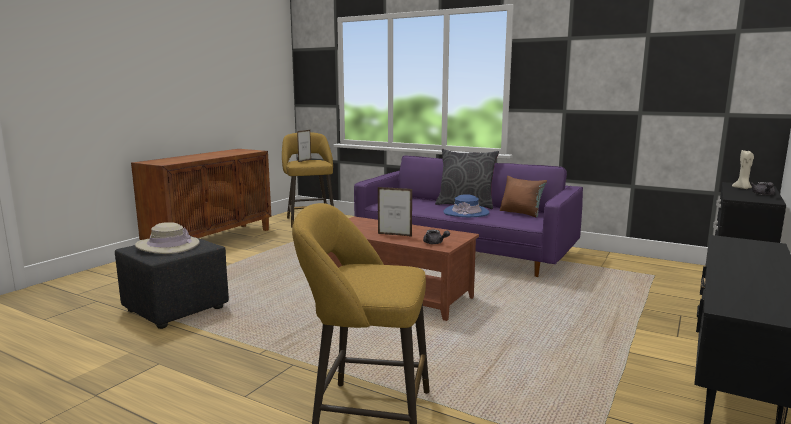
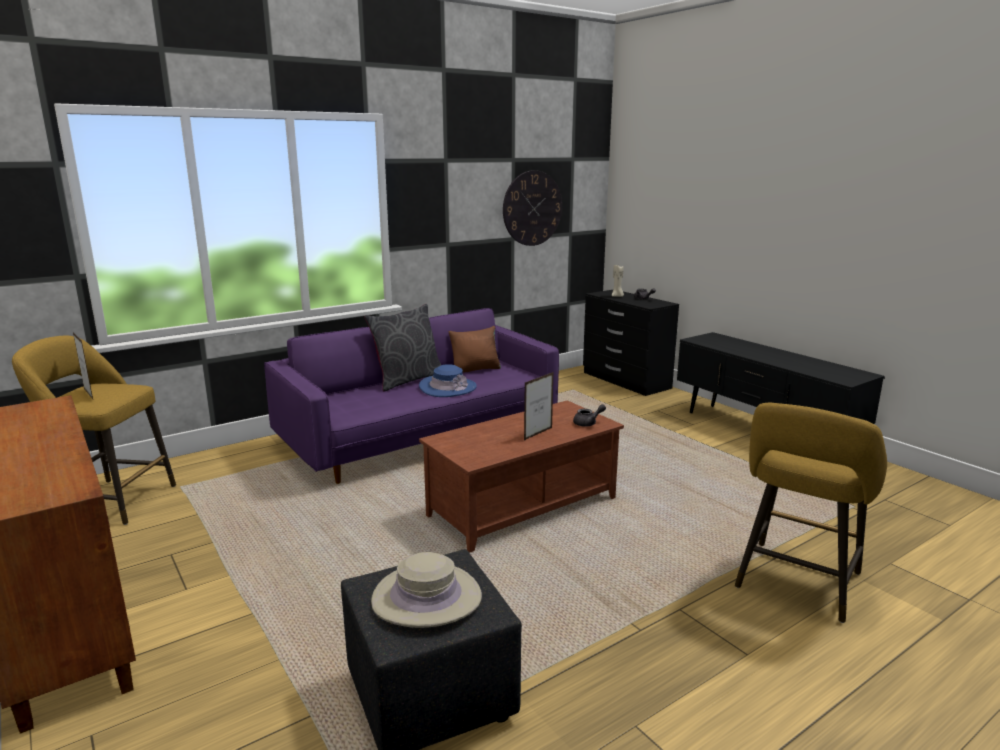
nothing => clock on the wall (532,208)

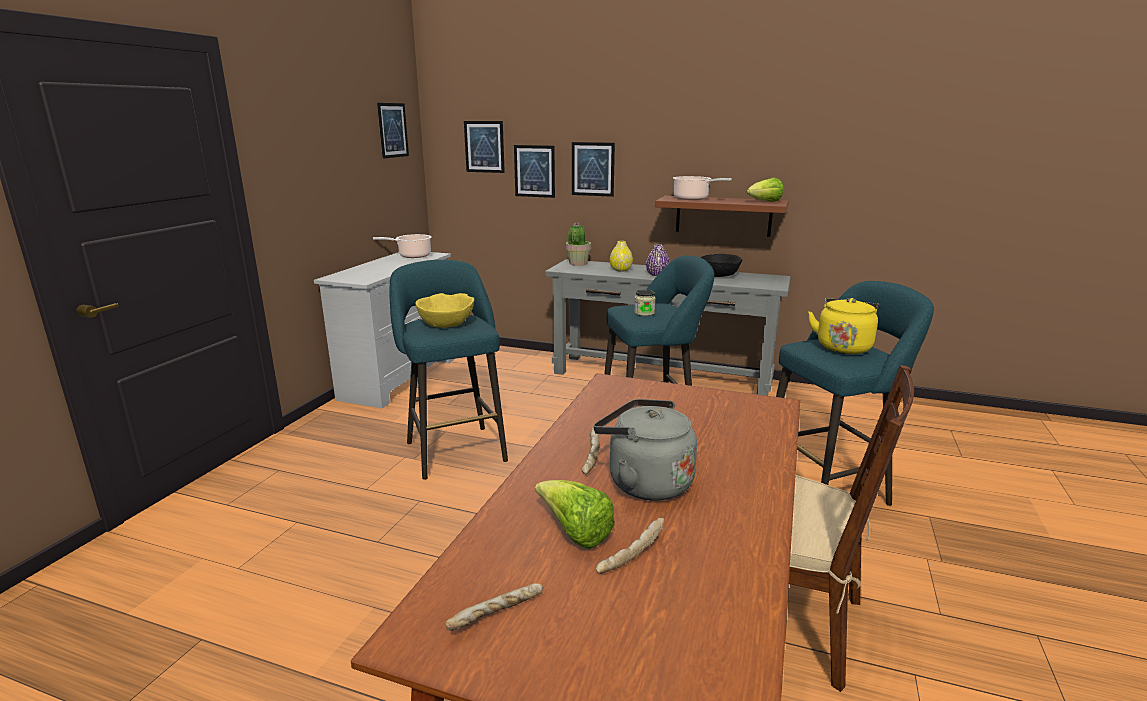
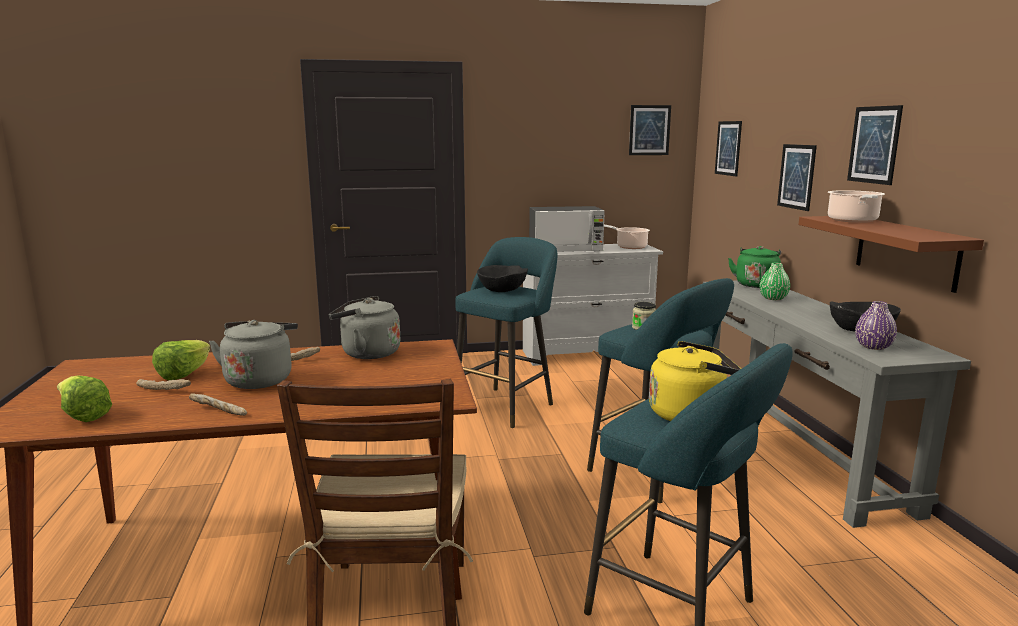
picture (534,171) => picture (874,145), relocated
head of lettuce (765,202) => head of lettuce (83,416), relocated
plant in a pot (578,263) => green water kettle (756,284)
yellowish vase (620,270) => green vase (773,298)
purple-coloured vase (657,274) => purple-coloured vase (873,347), relocated
yellowish serving bowl (446,323) => black-coloured serving bowl (502,289)
bakery bread (497,615) => bakery bread (218,411), relocated
nothing => microwave (566,250)
nothing => gray water kettle (367,353)

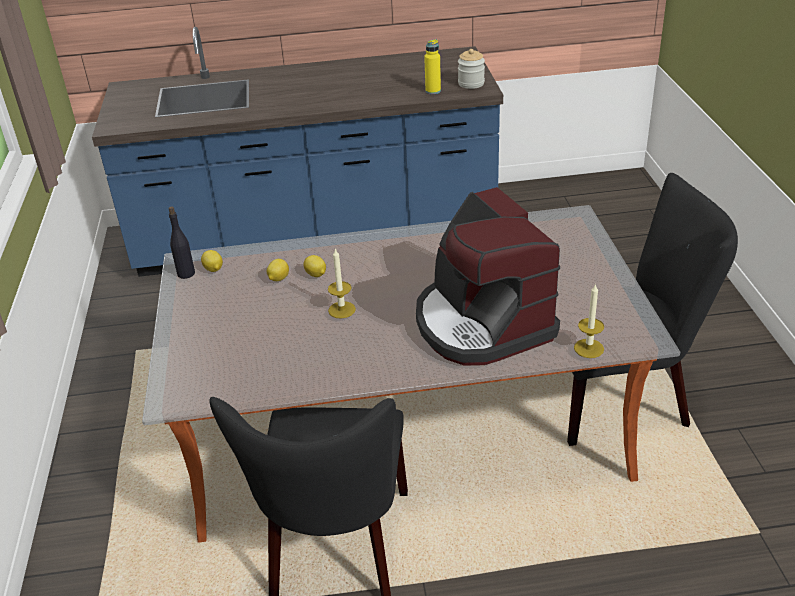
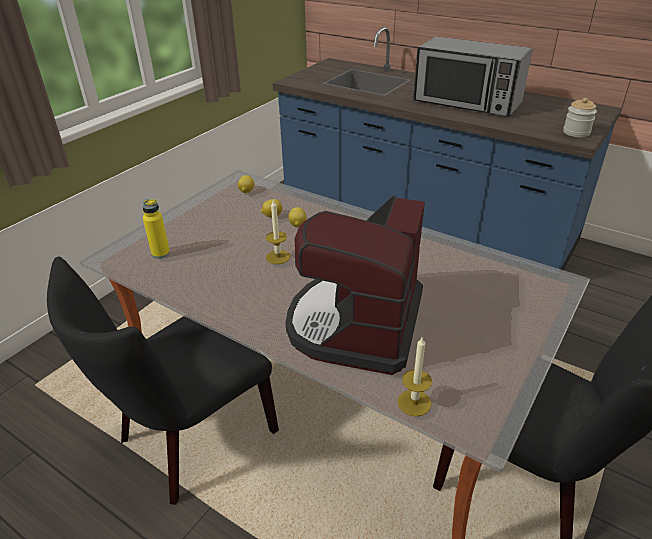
yellowish drink bottle (433,91) => yellowish drink bottle (160,253), relocated
black-coloured drink bottle (186,273) => nothing
nothing => microwave (467,102)

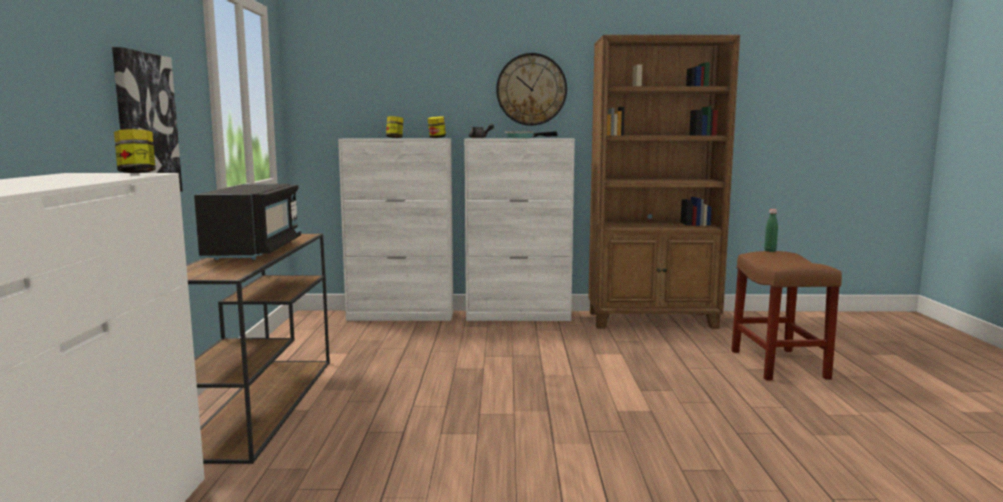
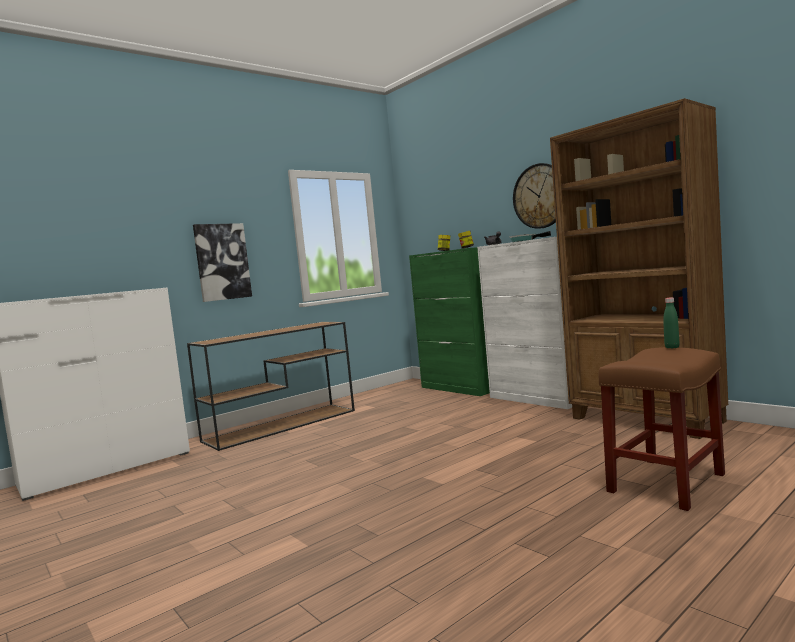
storage jar (137,173) => nothing
whitish cabinet (401,316) => green cabinet (458,389)
black-coloured microwave (254,251) => nothing

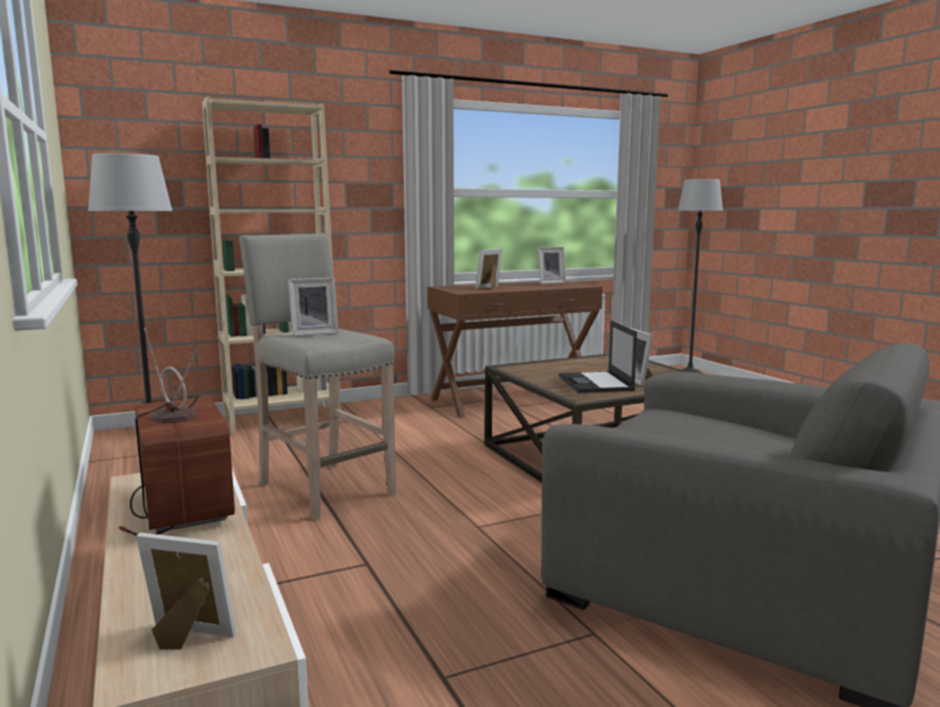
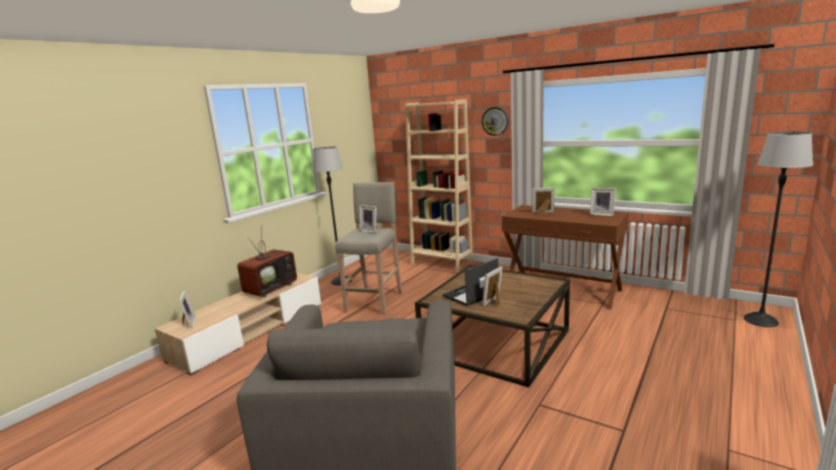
nothing => clock on the wall (495,121)

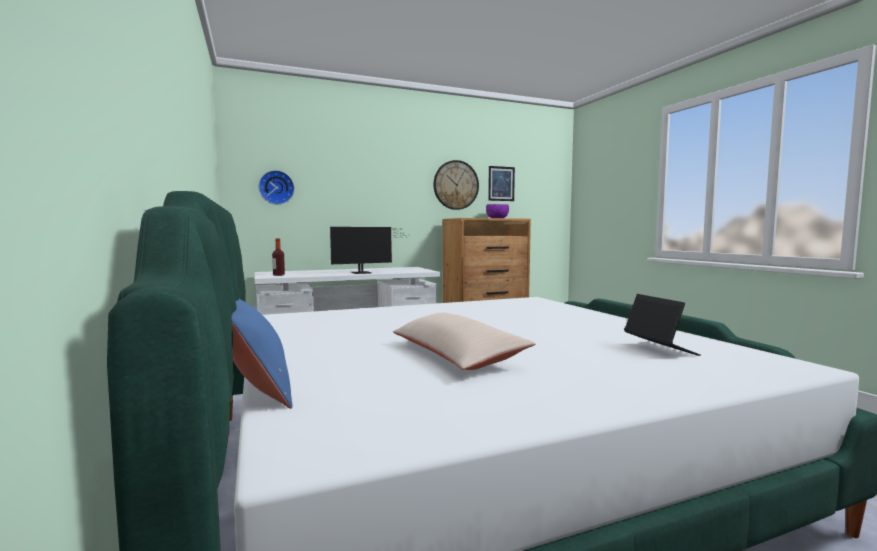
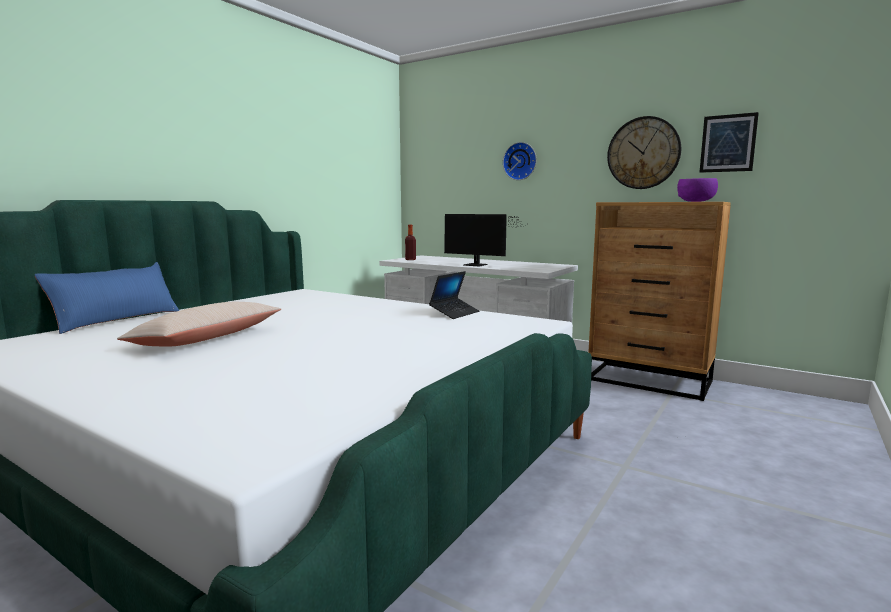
clock on the wall (276,187) => clock on the wall (520,161), relocated
portable computer (659,349) => portable computer (454,313), relocated

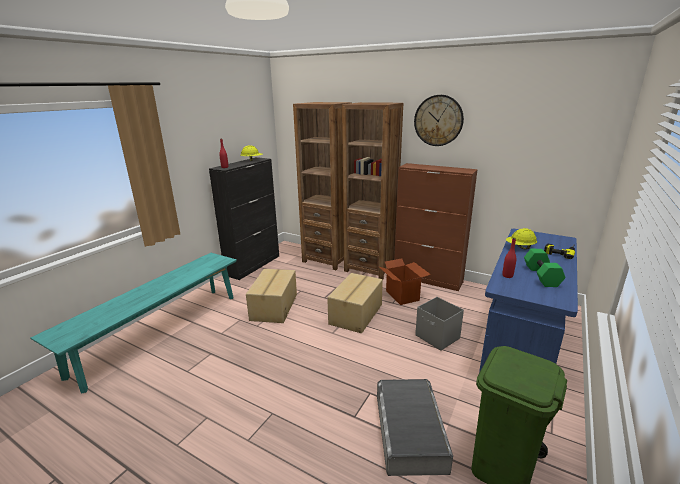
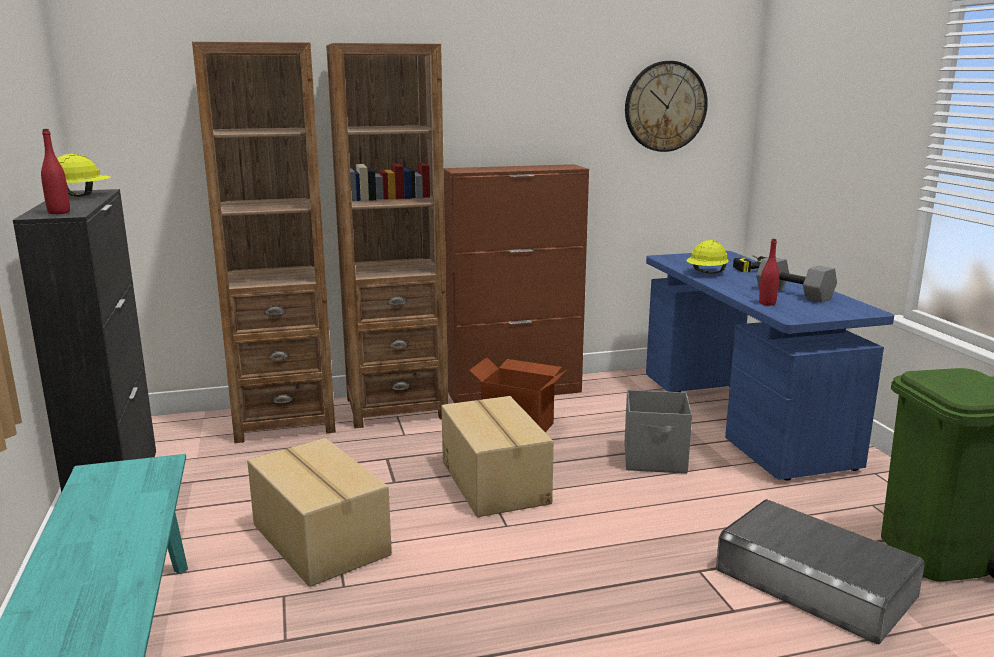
clock on the wall (438,120) => clock on the wall (665,106), relocated
green free weight (540,275) => gray free weight (792,294)

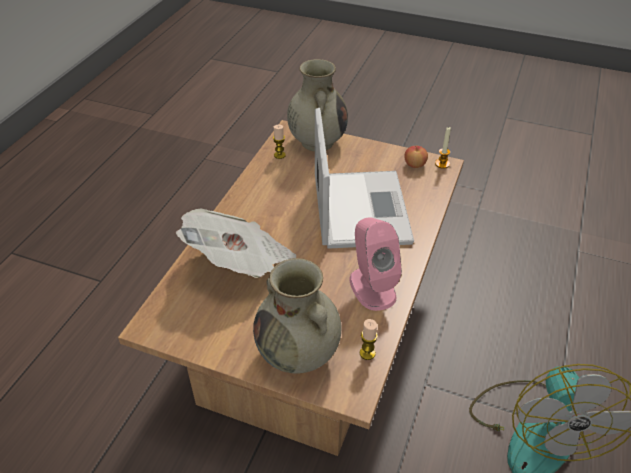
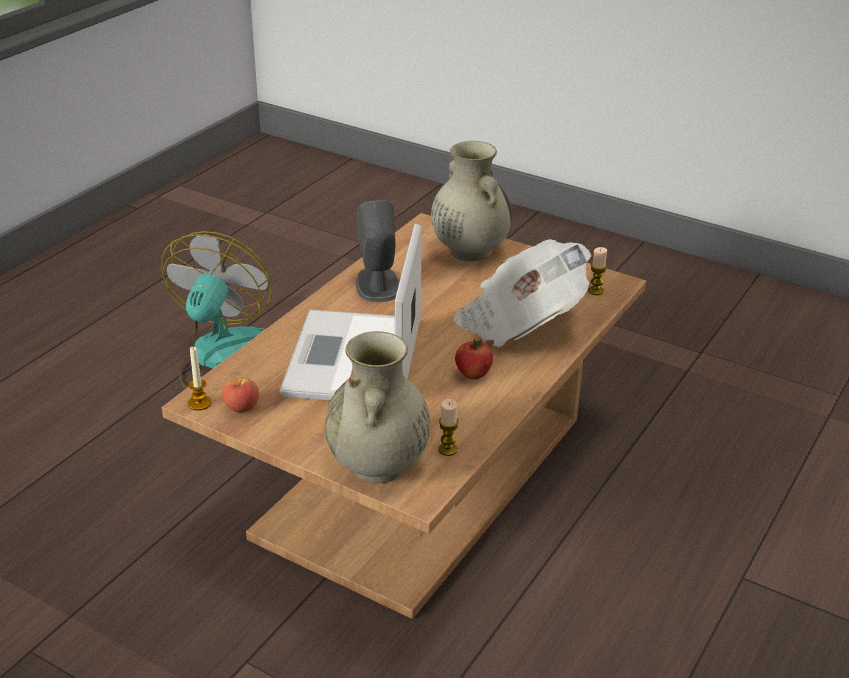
pink-coloured audio speaker (372,287) => gray audio speaker (378,285)
candle (367,353) => candle (595,291), relocated
nothing => whole apple (473,374)

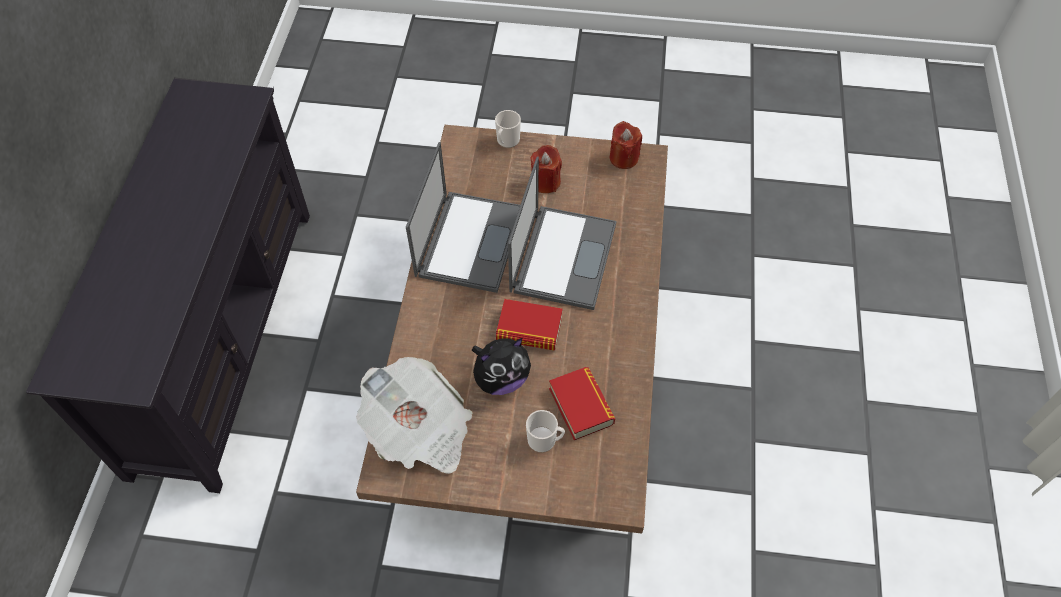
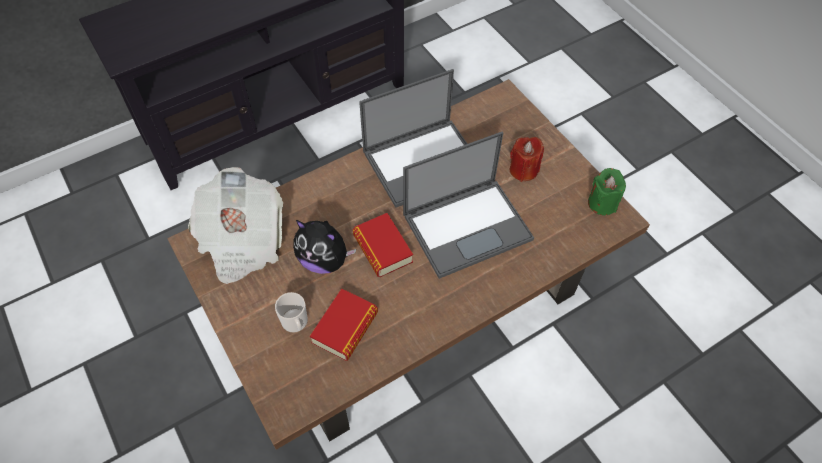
tea mug (507,141) => nothing
red-coloured candle (623,158) => green candle (602,203)

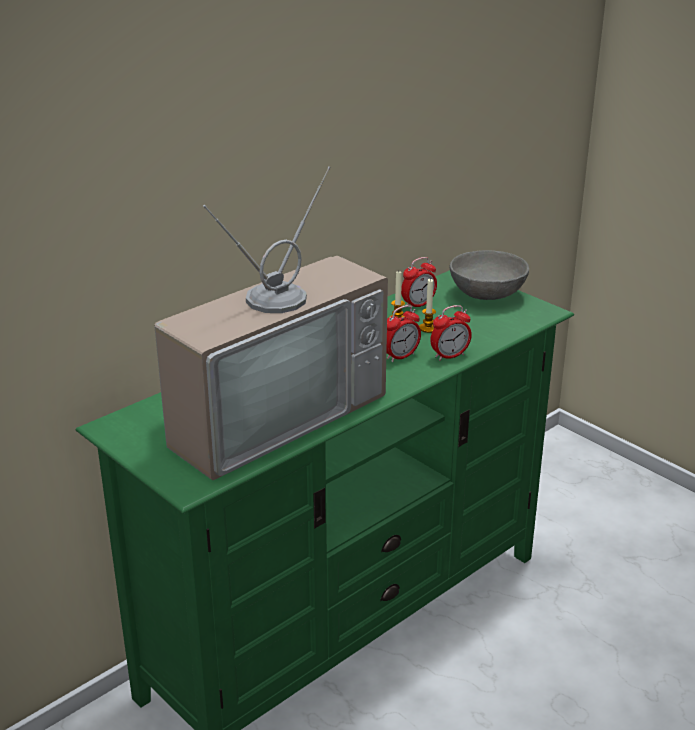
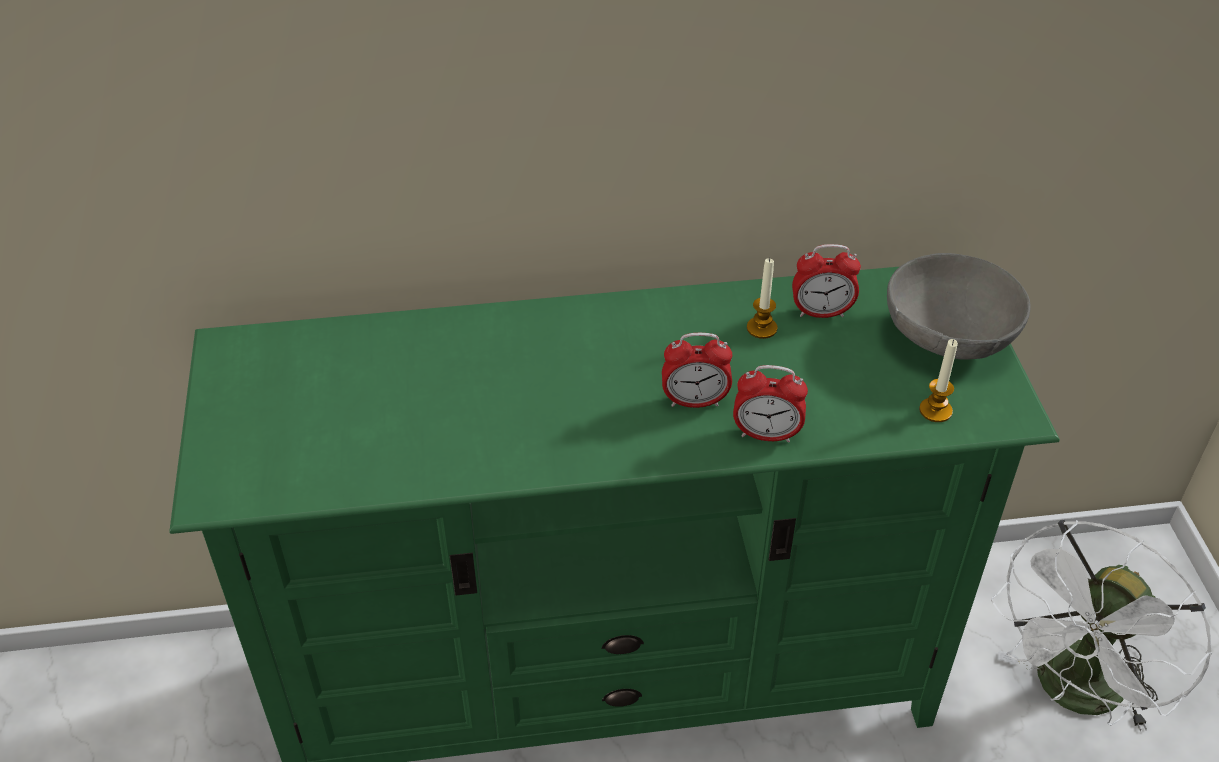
TV (271,413) => nothing
candle (428,328) => candle (935,410), relocated
nothing => whitish fan (1073,695)

